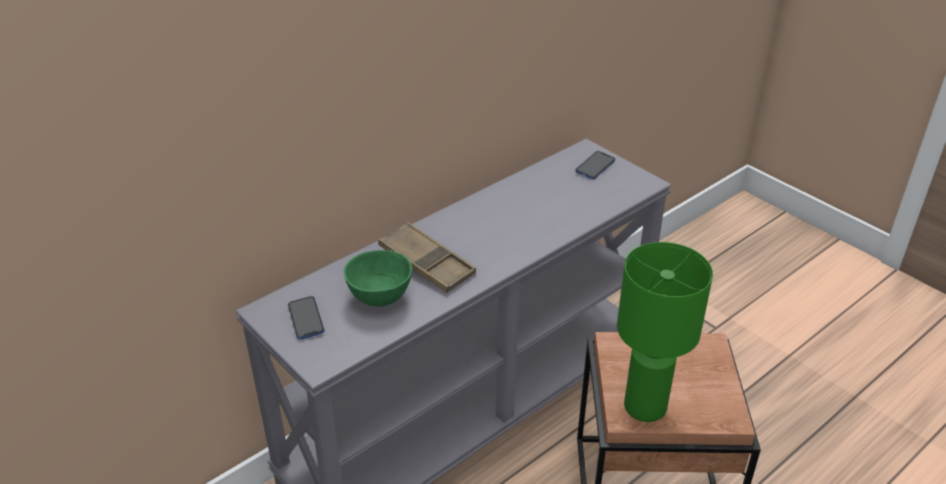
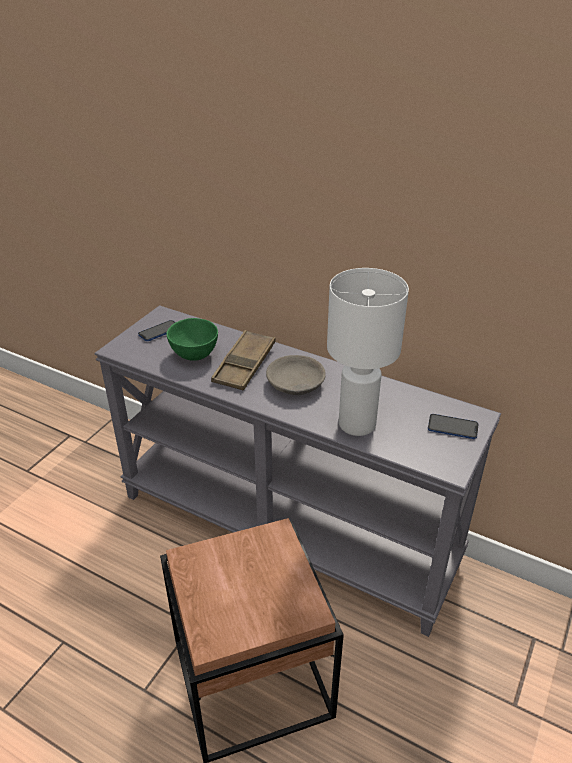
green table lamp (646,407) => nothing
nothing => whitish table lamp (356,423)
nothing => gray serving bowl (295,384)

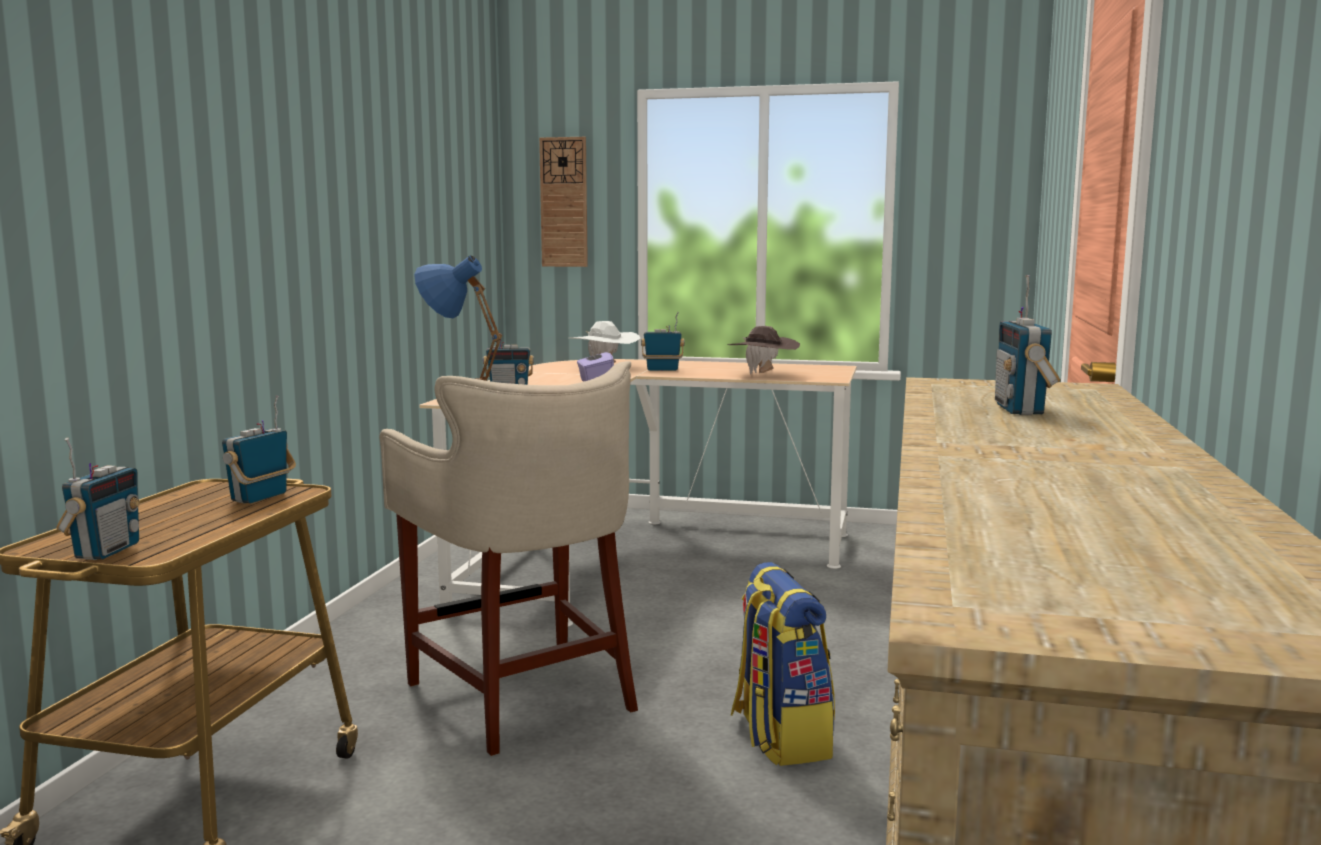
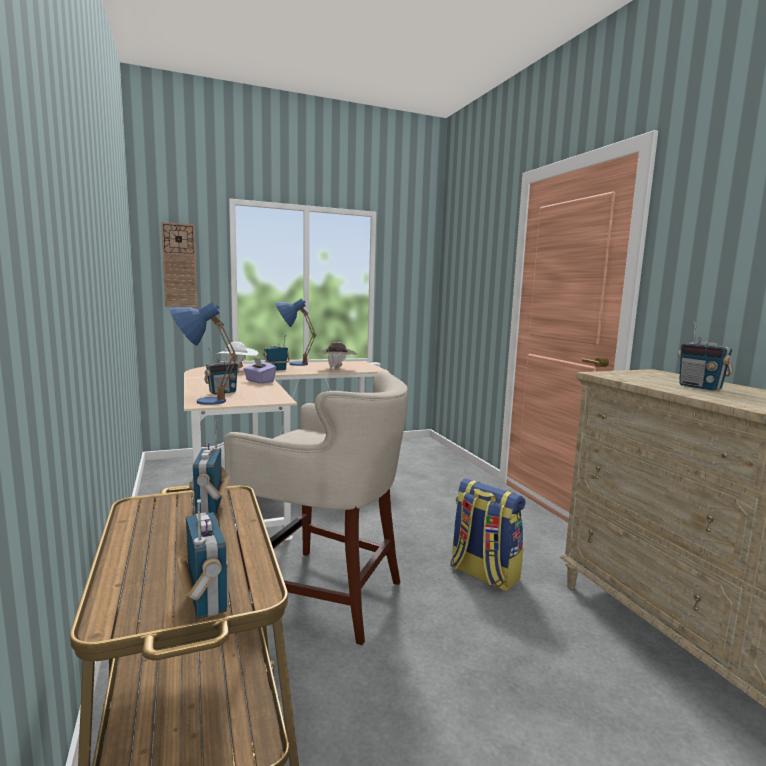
nothing => blue-coloured table lamp (291,364)

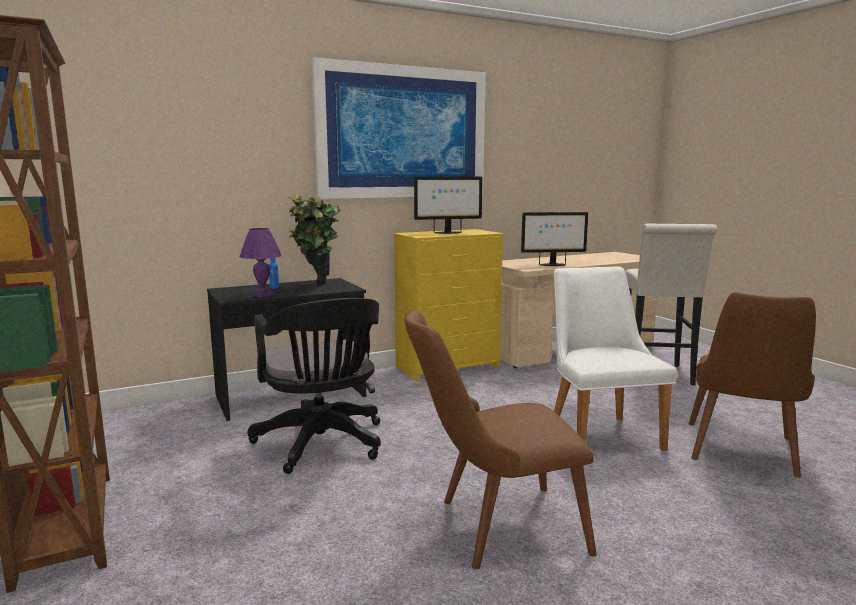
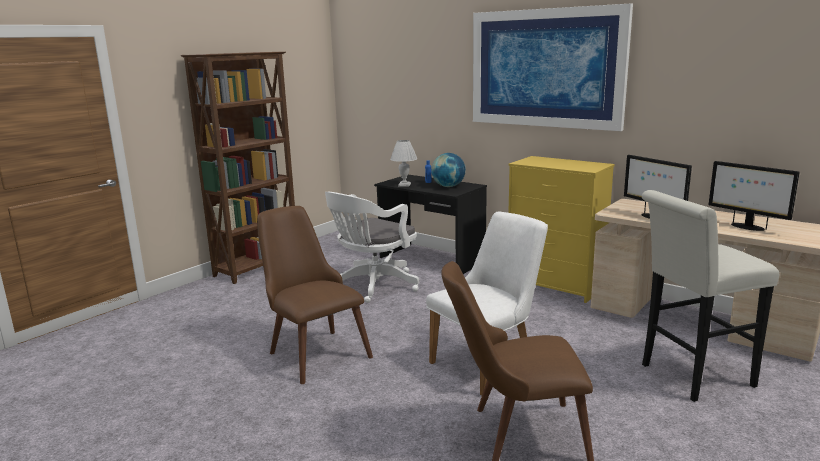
computer display (447,233) => computer display (746,227), relocated
plant in a pot (315,286) => desk globe (448,186)
purple-coloured table lamp (263,295) => whitish table lamp (405,185)
black-coloured computer chair (322,445) => whitish computer chair (372,286)

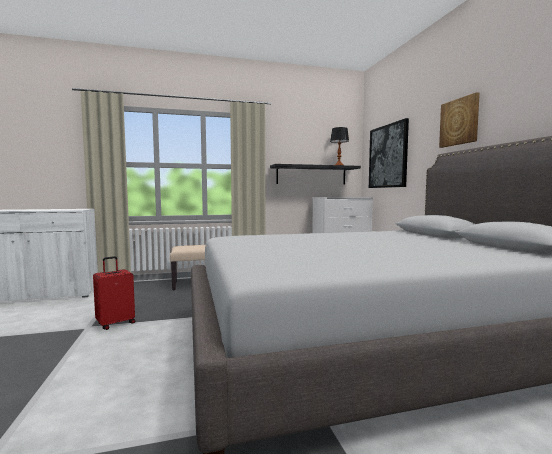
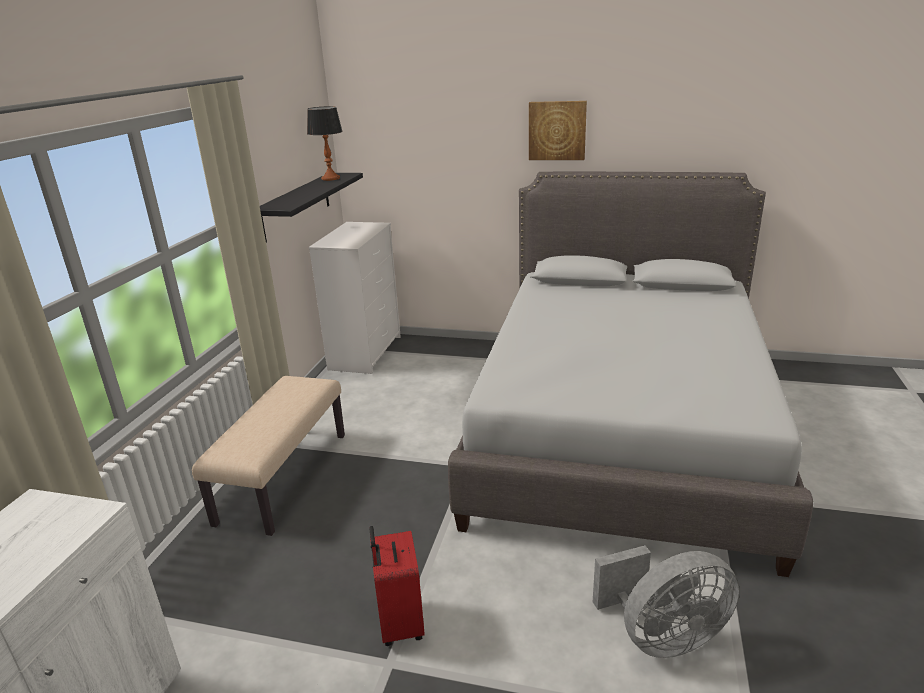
picture (388,156) => nothing
nothing => gray fan (663,636)

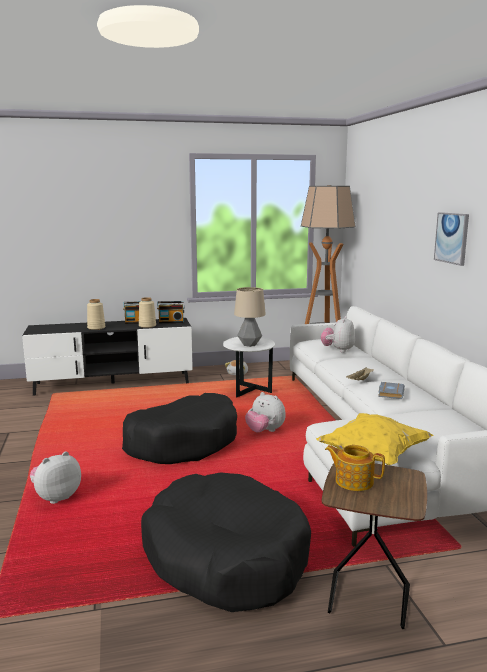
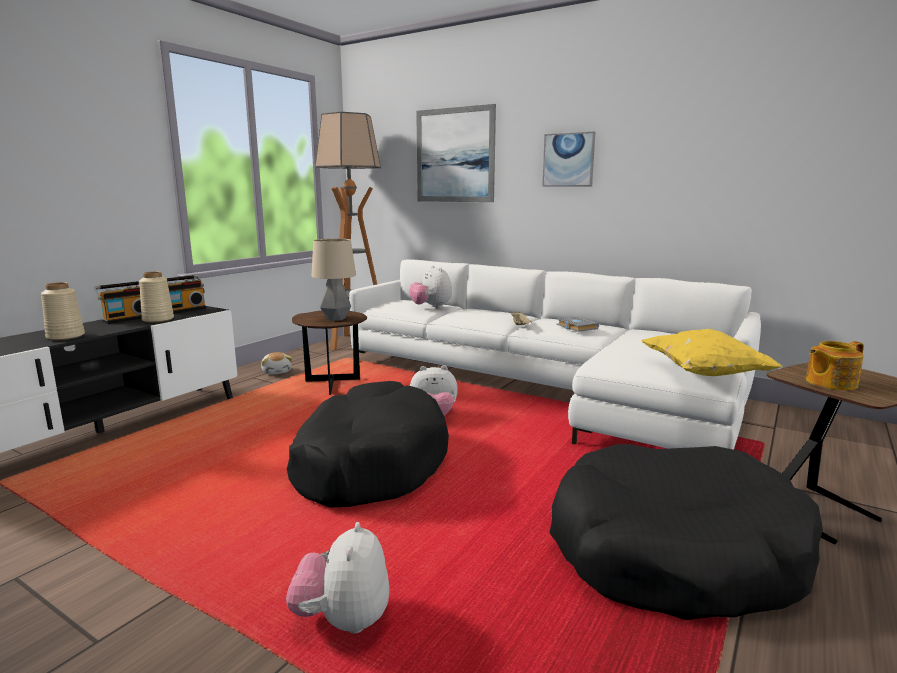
whitish side table (249,393) => brown-coloured side table (332,386)
nothing => picture (455,155)

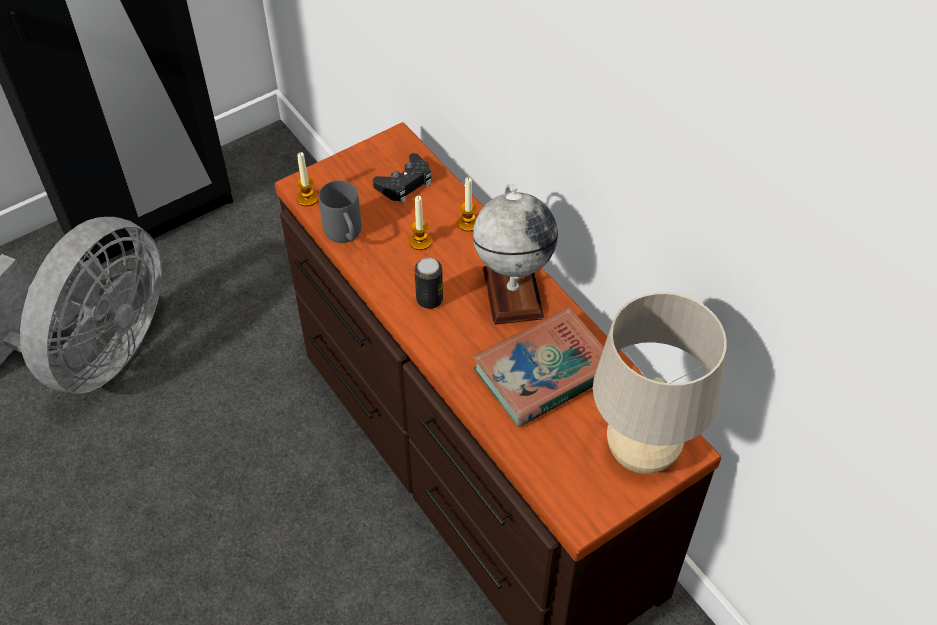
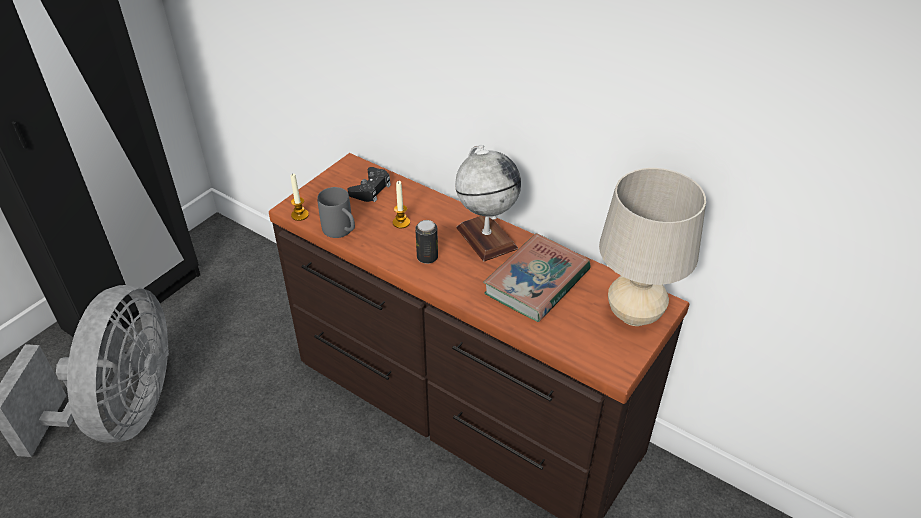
candle (468,223) => nothing

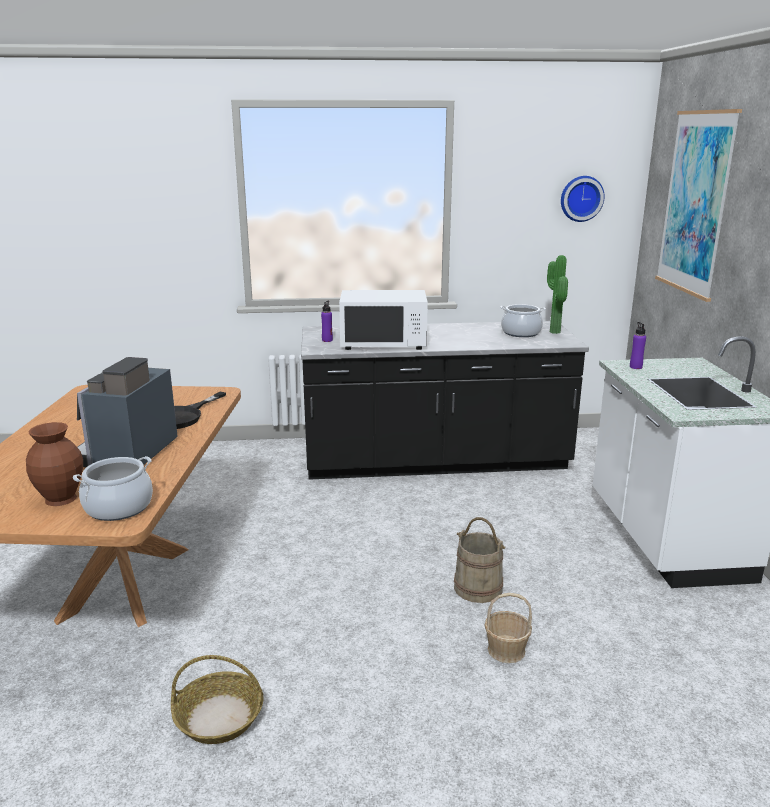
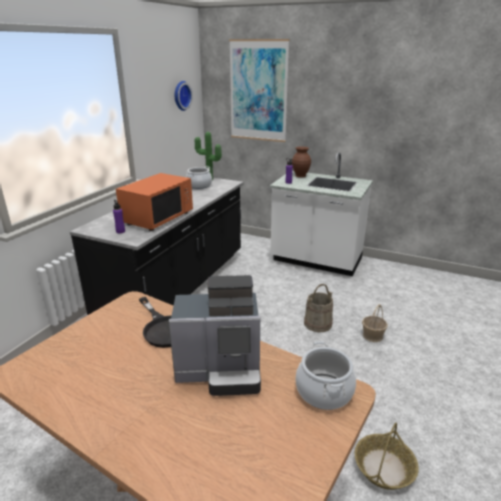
whitish microwave (383,343) => orangey microwave (158,218)
coffee maker (128,455) => coffee maker (221,371), 45 degrees counterclockwise
brown-coloured vase (60,499) => brown-coloured vase (301,176), relocated

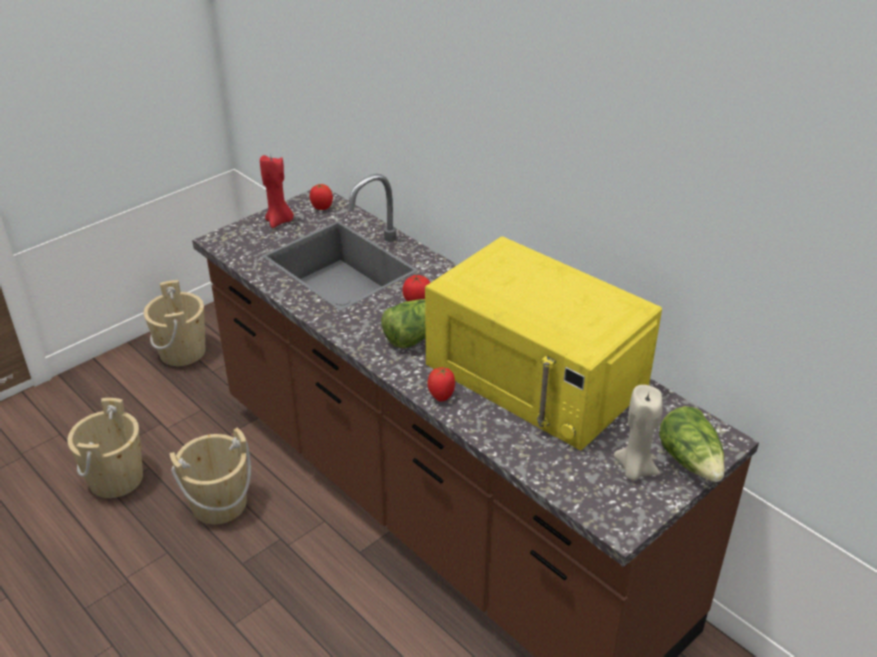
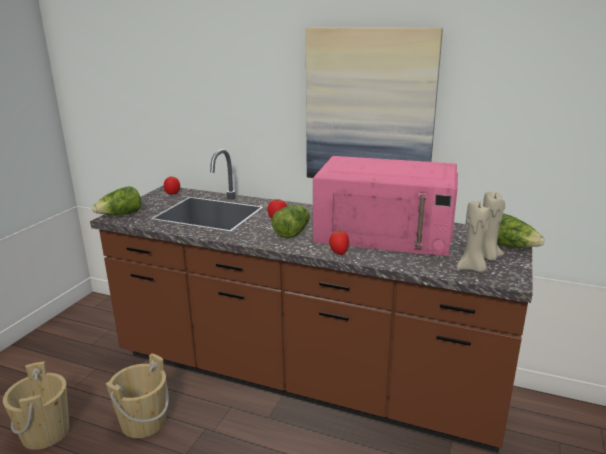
red-coloured candle (279,221) => nothing
yellowish microwave (537,375) => pink-coloured microwave (385,233)
sand-coloured water bucket (182,352) => nothing
nothing => picture (369,108)
nothing => head of lettuce (120,215)
nothing => sand-coloured candle (472,268)

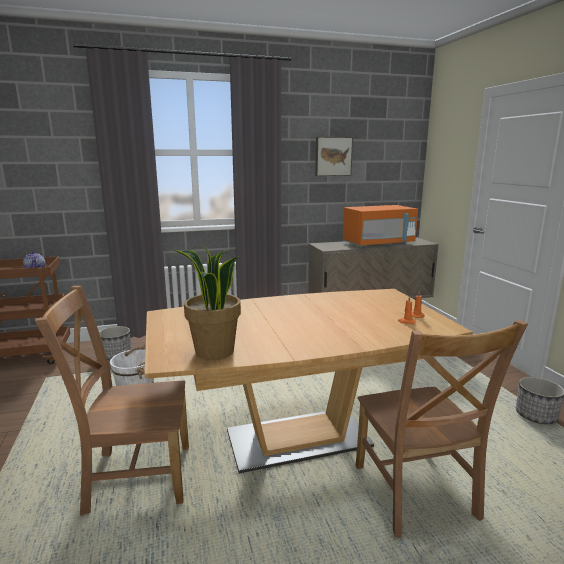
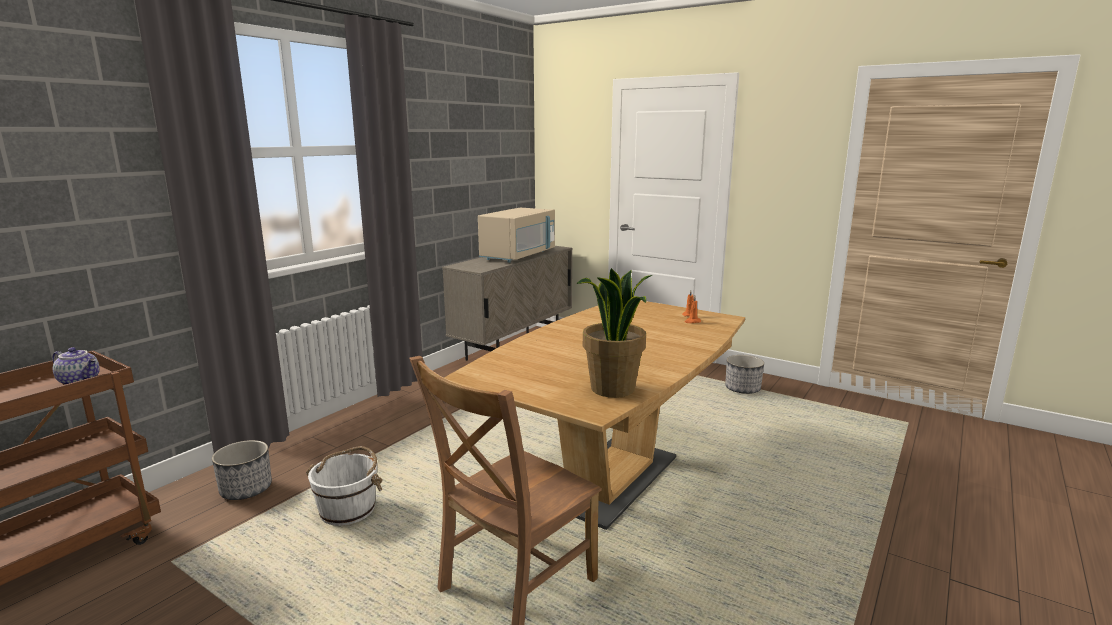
picture (333,156) => nothing
orangey microwave (378,244) => sand-coloured microwave (518,256)
brown-coloured plain chair (416,495) => nothing

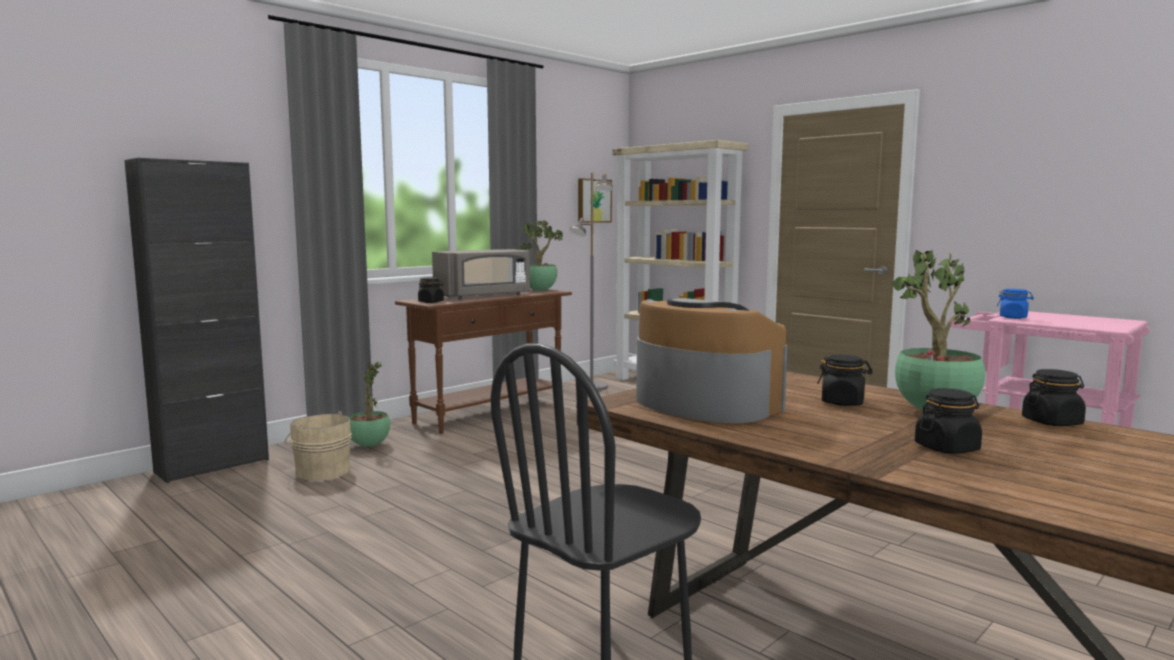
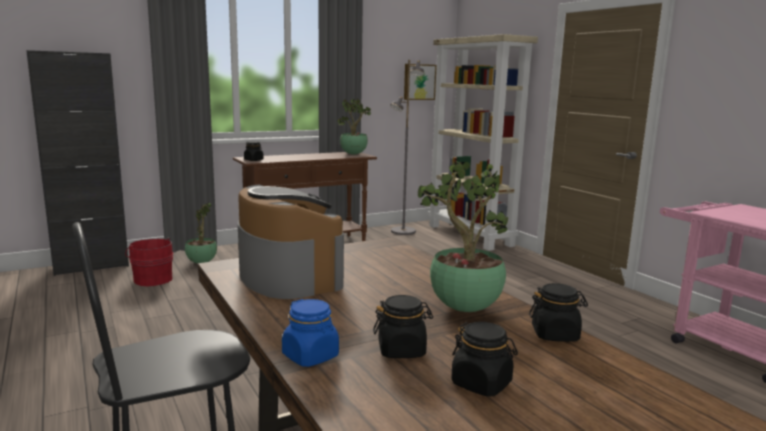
gray microwave (484,296) => nothing
blue-coloured storage jar (1013,317) => blue-coloured storage jar (311,356), relocated
black-coloured storage jar (843,402) => black-coloured storage jar (481,384), relocated
sand-coloured water bucket (321,471) => red-coloured water bucket (152,279)

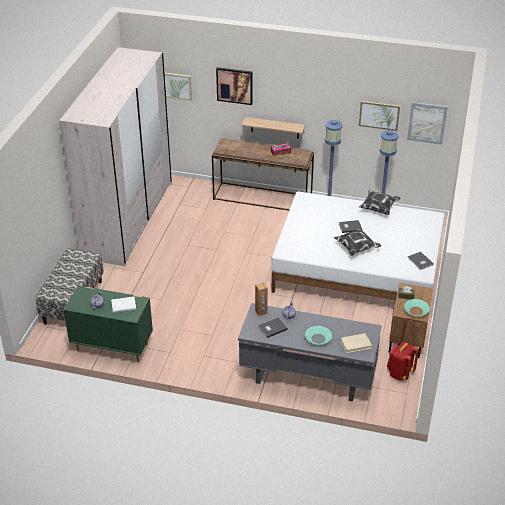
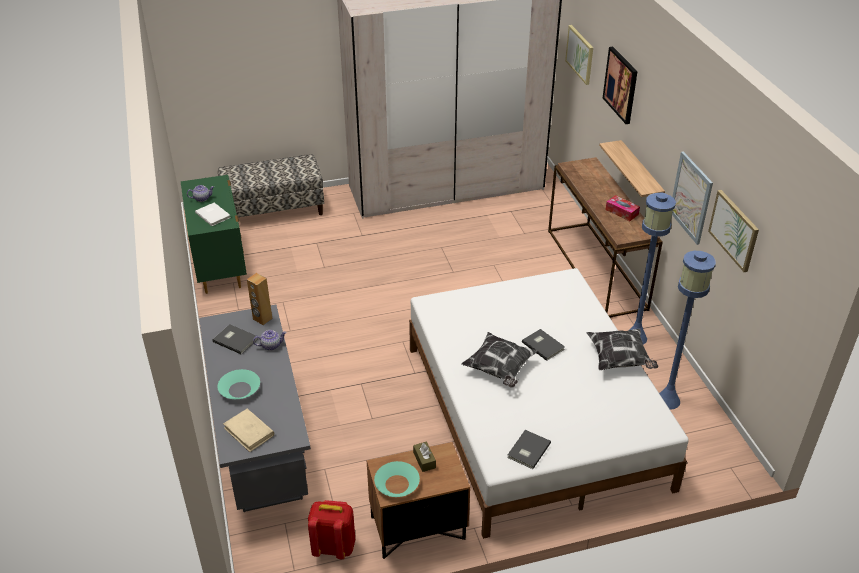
picture (427,123) => picture (691,197), relocated

